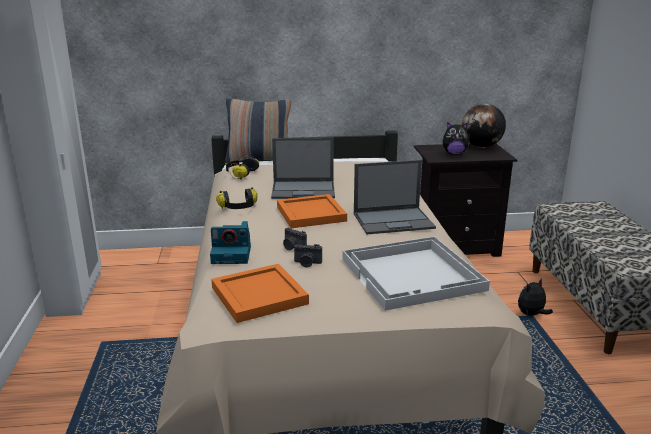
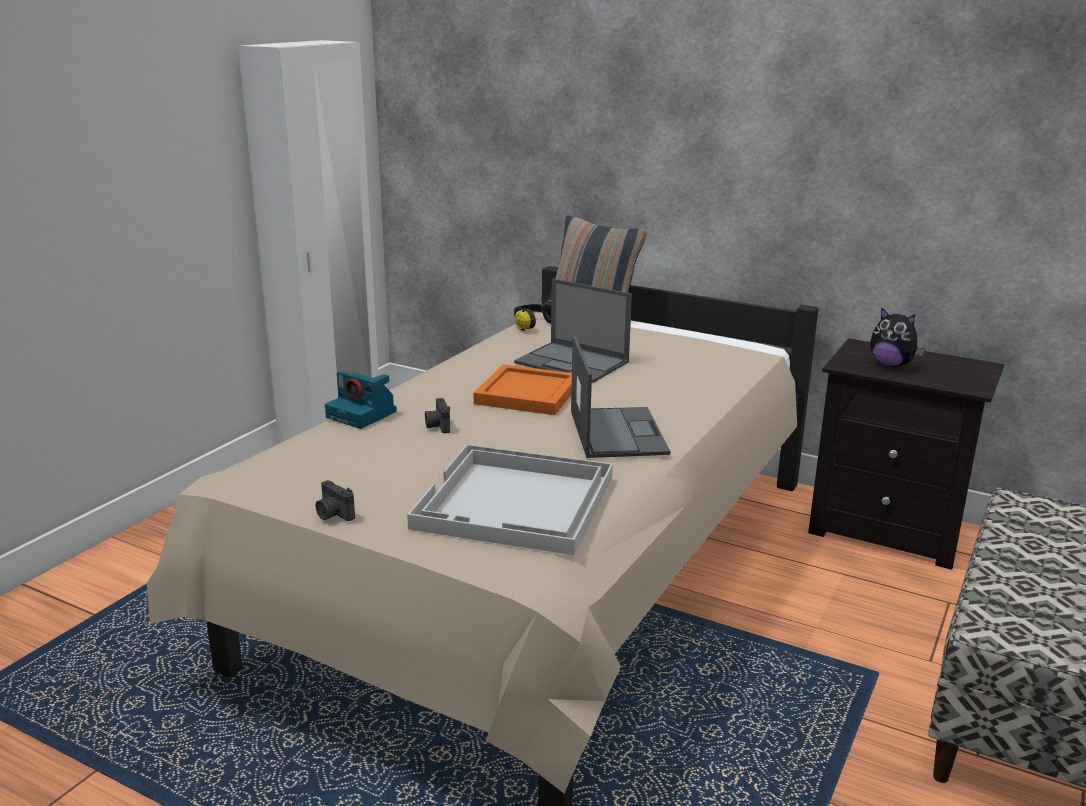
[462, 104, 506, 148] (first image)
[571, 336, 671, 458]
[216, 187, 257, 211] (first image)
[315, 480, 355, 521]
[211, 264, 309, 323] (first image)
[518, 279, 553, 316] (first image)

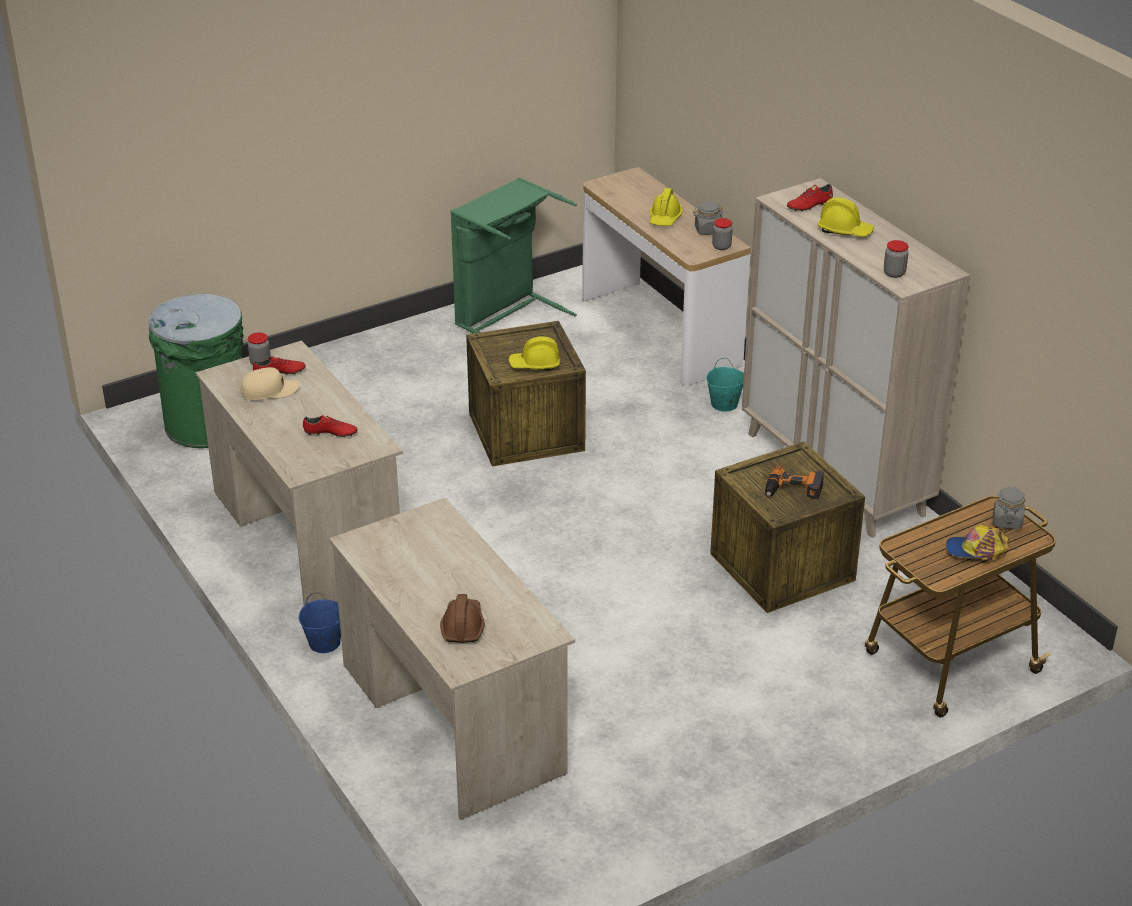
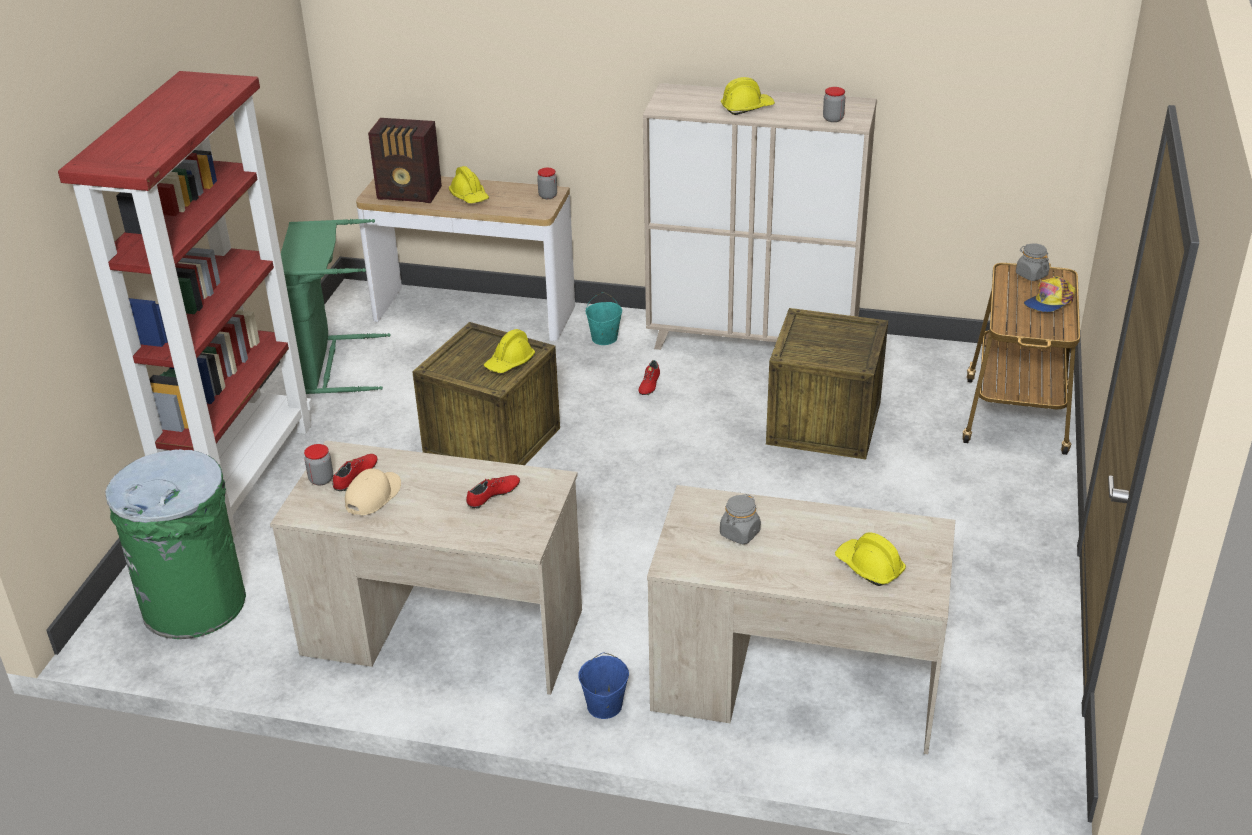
[638, 360, 660, 395]
[720, 494, 761, 544]
[765, 465, 824, 500] (first image)
[835, 532, 906, 586]
[58, 71, 313, 539]
[368, 118, 442, 203]

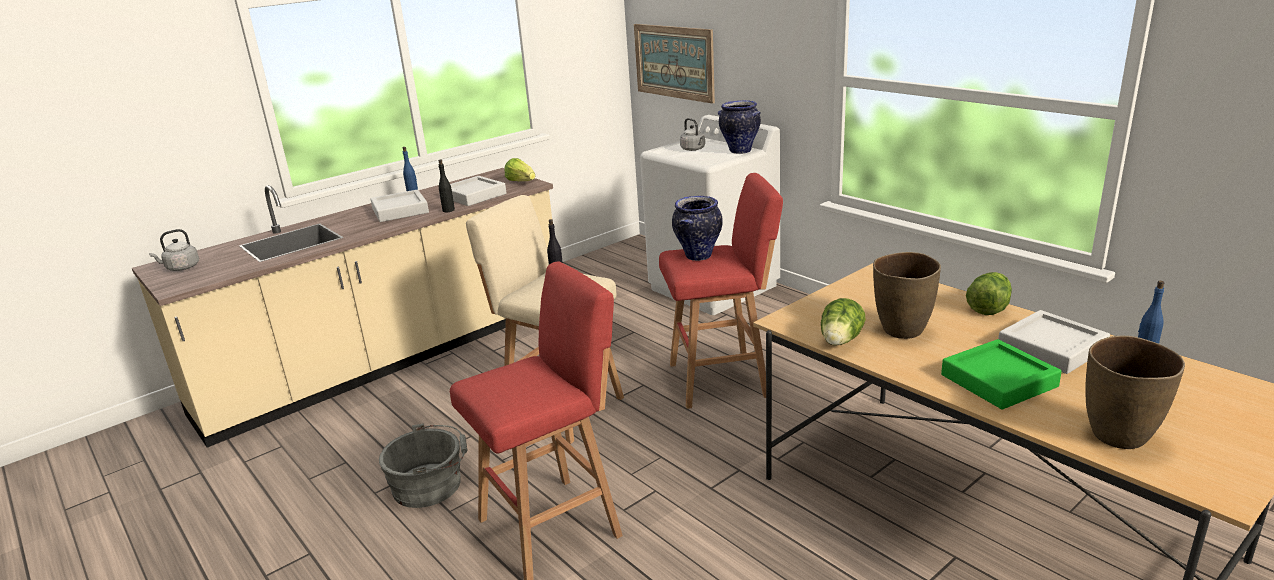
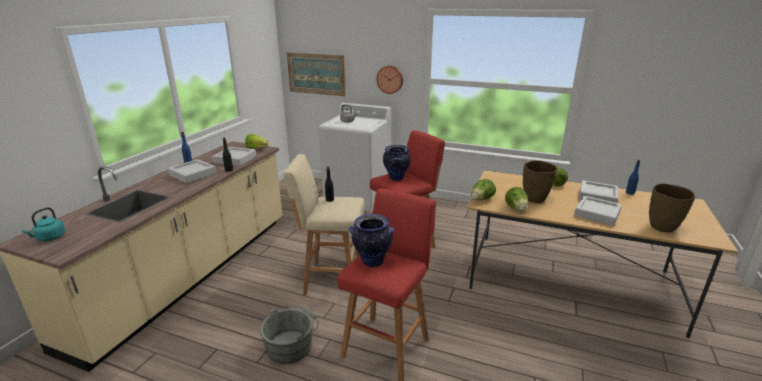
[349, 214, 395, 267]
[22, 207, 65, 241]
[574, 196, 622, 226]
[377, 66, 403, 94]
[471, 179, 496, 200]

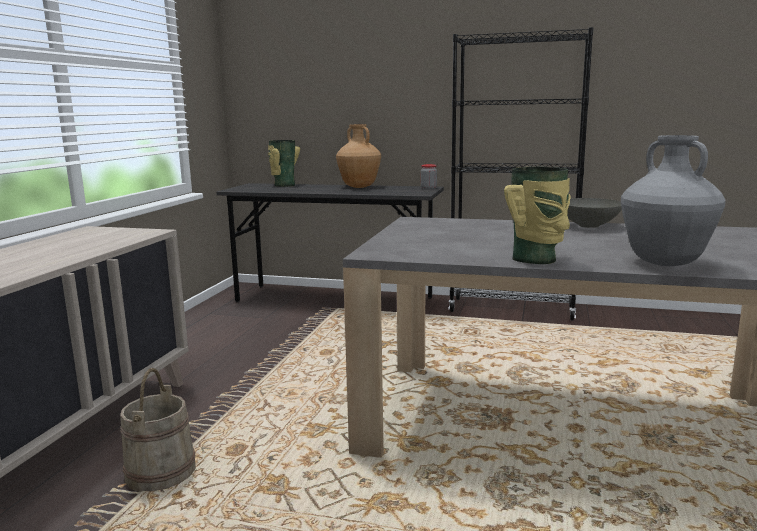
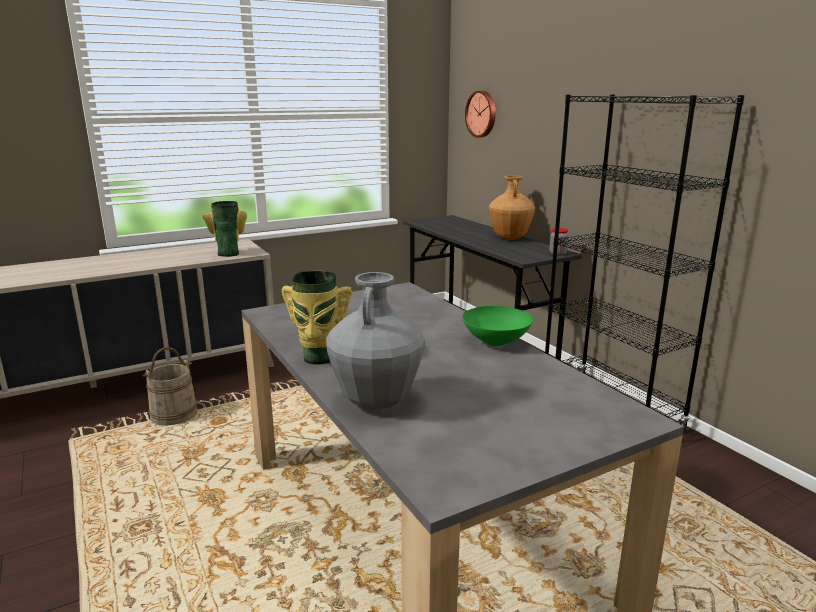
[203, 201, 247, 257]
[462, 306, 533, 346]
[465, 91, 496, 137]

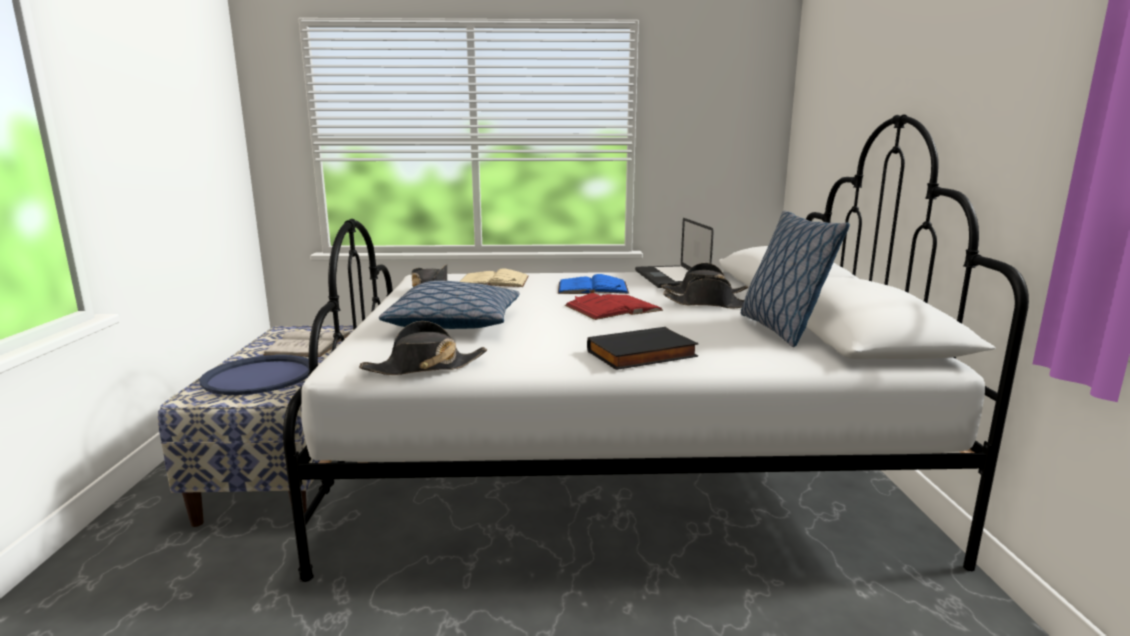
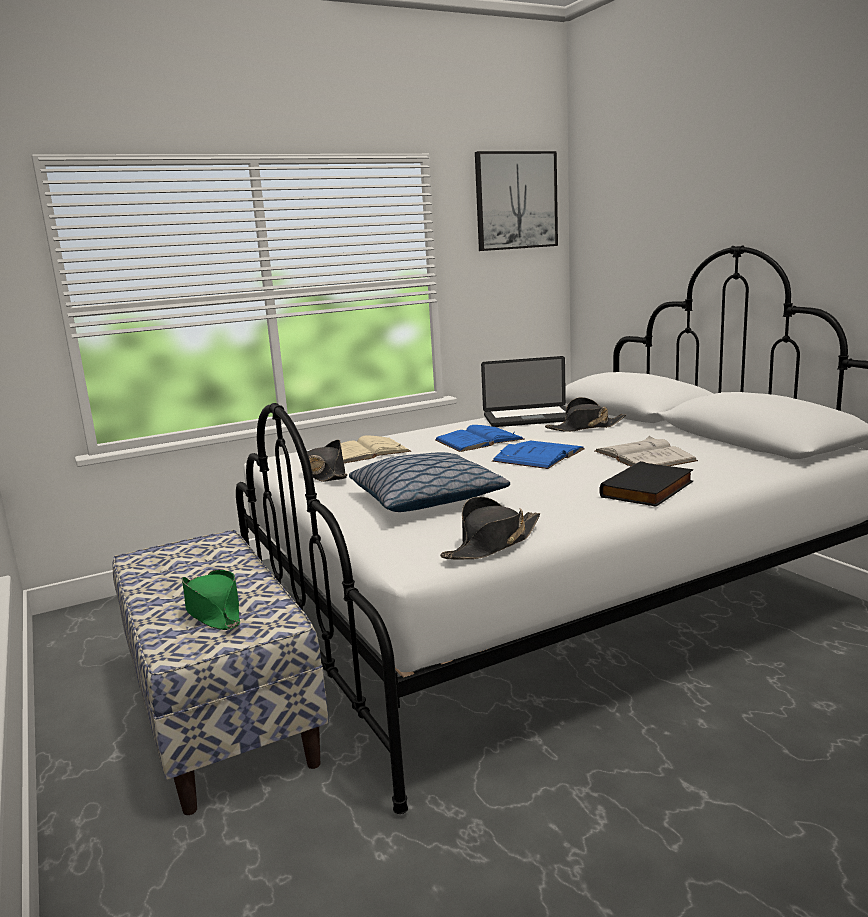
[741, 211, 850, 347] (first image)
[481, 356, 566, 427]
[663, 277, 744, 308] (first image)
[492, 440, 585, 469]
[594, 436, 698, 467]
[182, 570, 240, 630]
[475, 151, 558, 251]

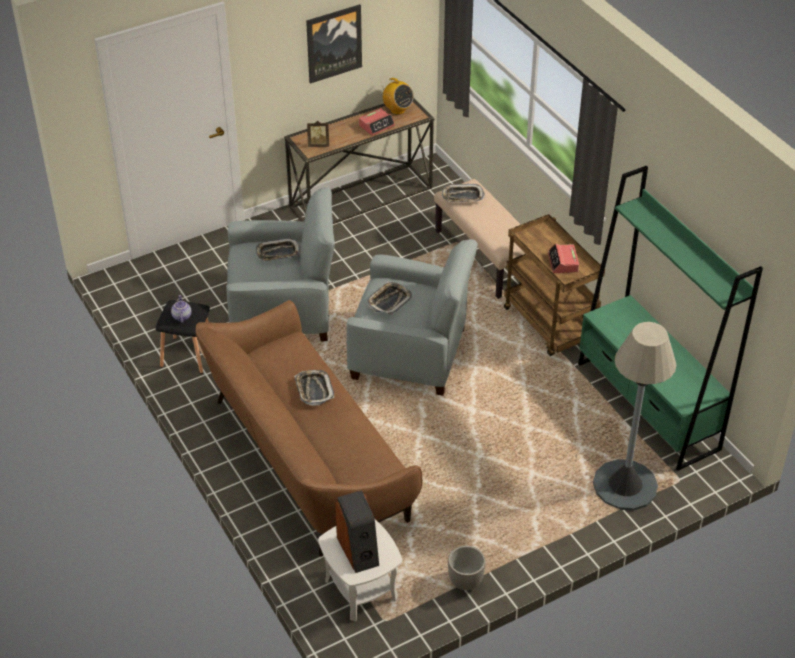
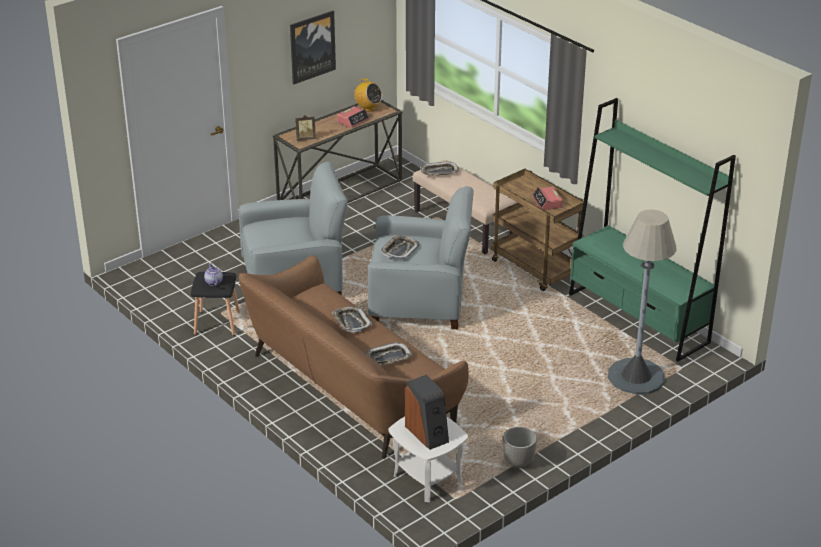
[365, 342, 412, 366]

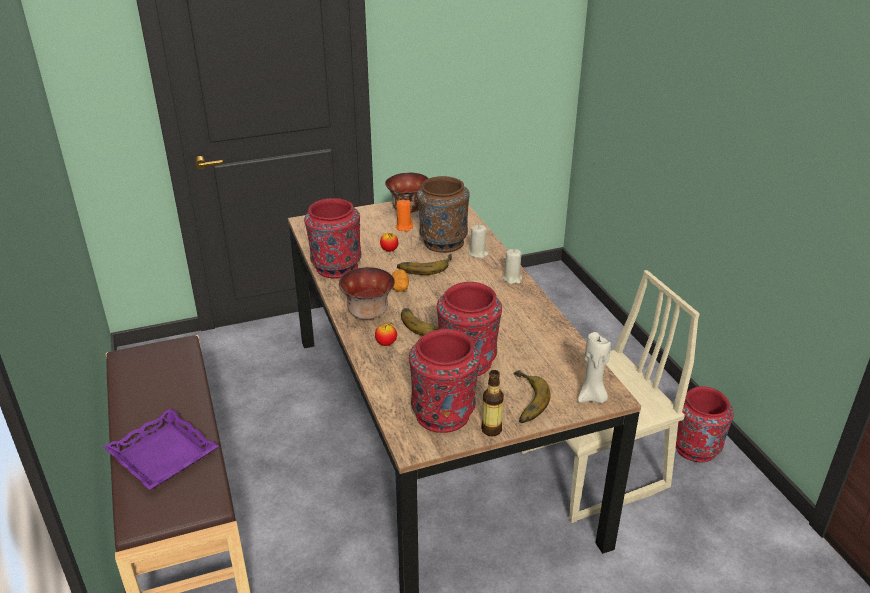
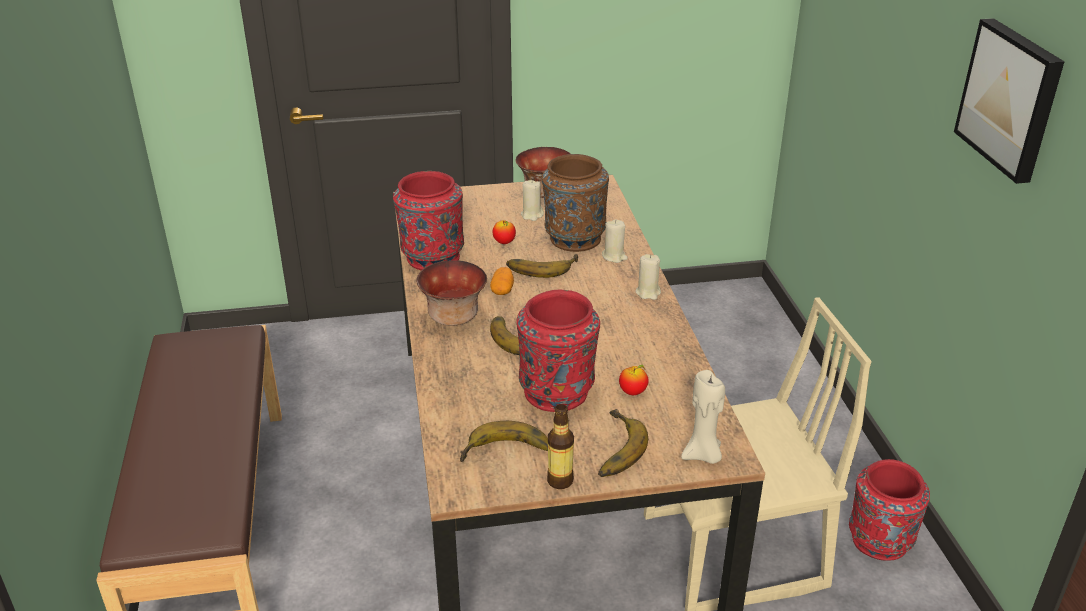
[521, 180, 544, 221]
[619, 365, 649, 395]
[460, 421, 548, 462]
[103, 408, 219, 490] (first image)
[954, 18, 1065, 184]

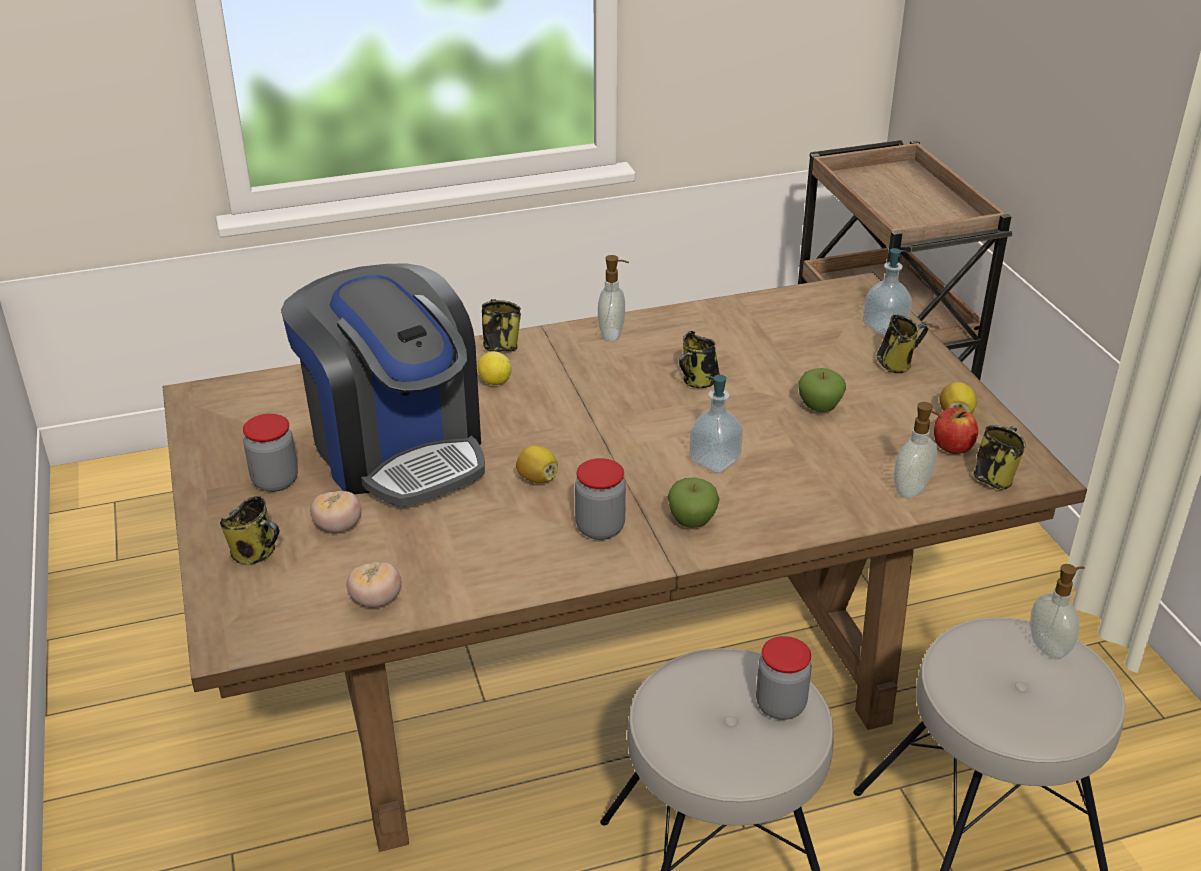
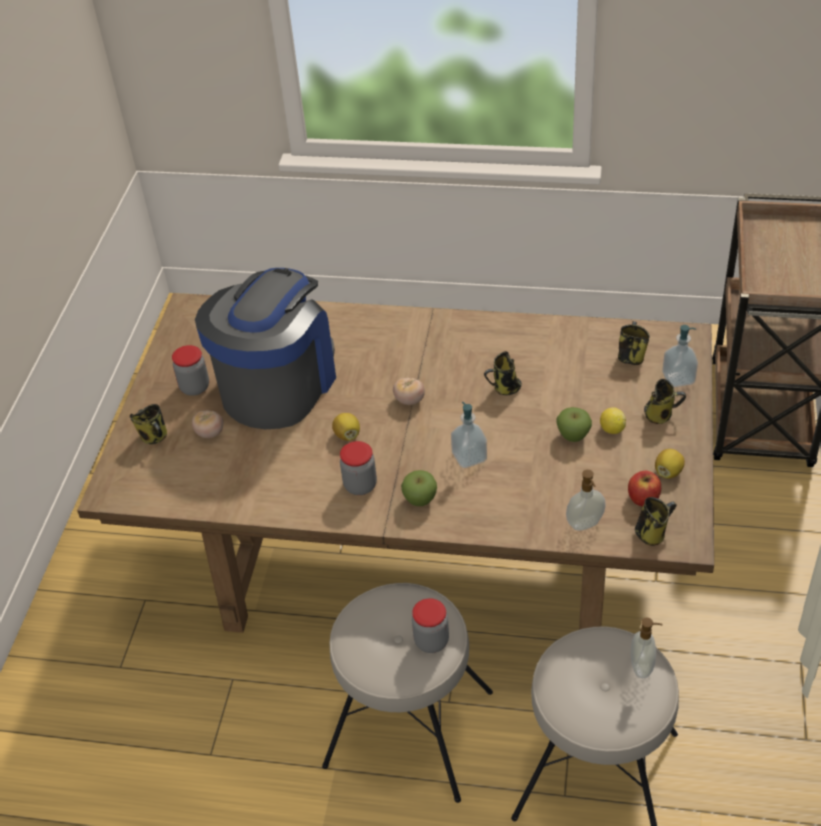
[598, 255, 629, 341] (first image)
[195, 268, 336, 429]
[618, 321, 650, 365]
[600, 407, 626, 434]
[393, 378, 425, 405]

